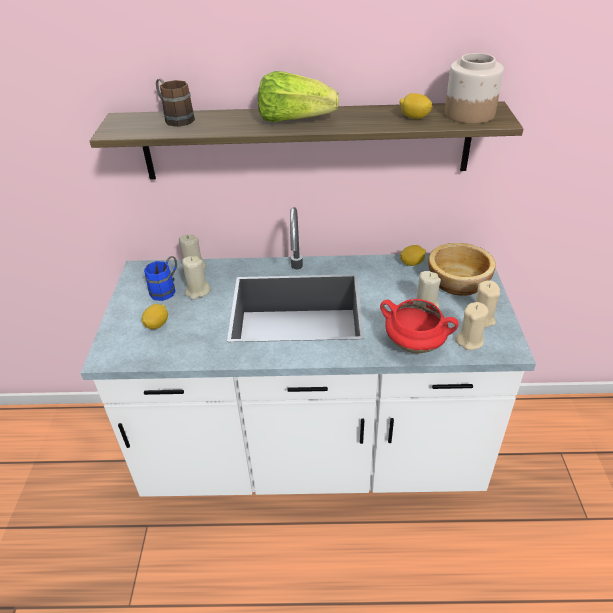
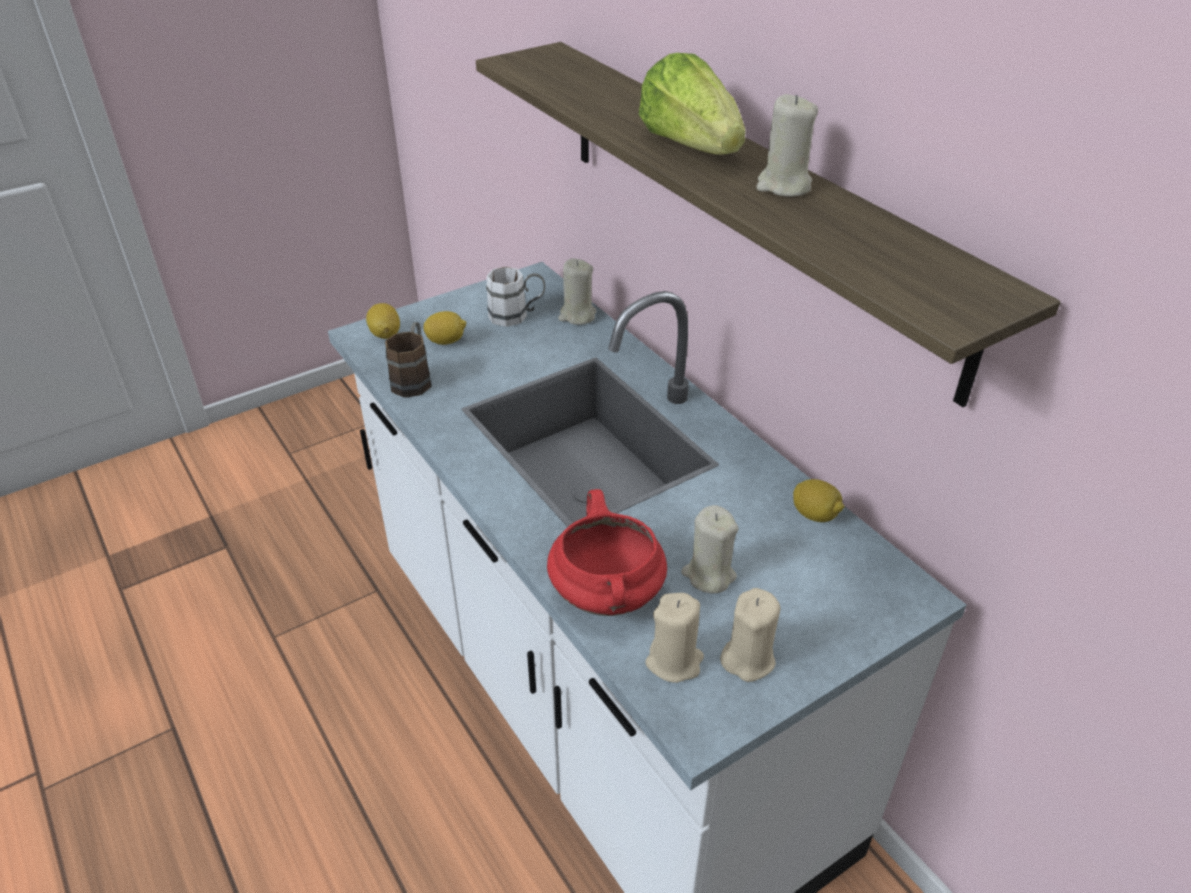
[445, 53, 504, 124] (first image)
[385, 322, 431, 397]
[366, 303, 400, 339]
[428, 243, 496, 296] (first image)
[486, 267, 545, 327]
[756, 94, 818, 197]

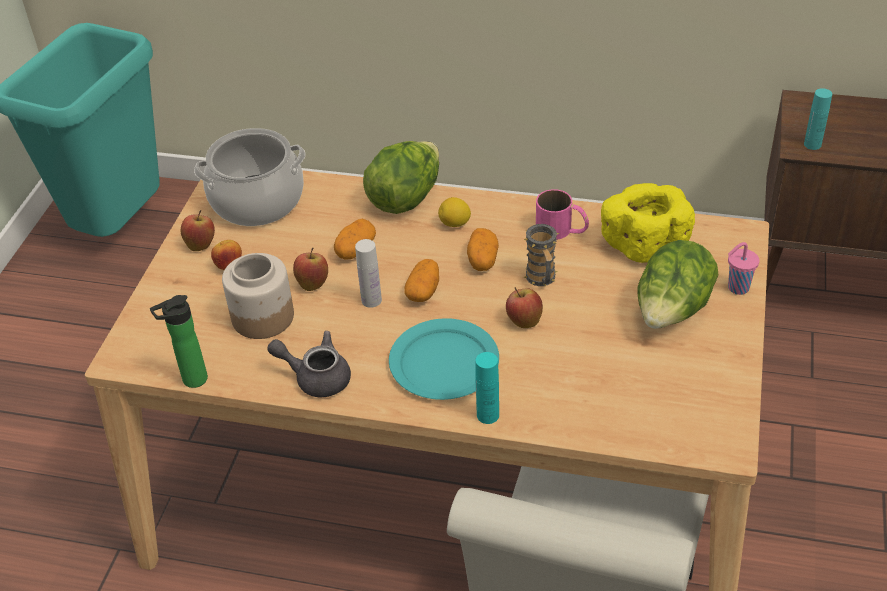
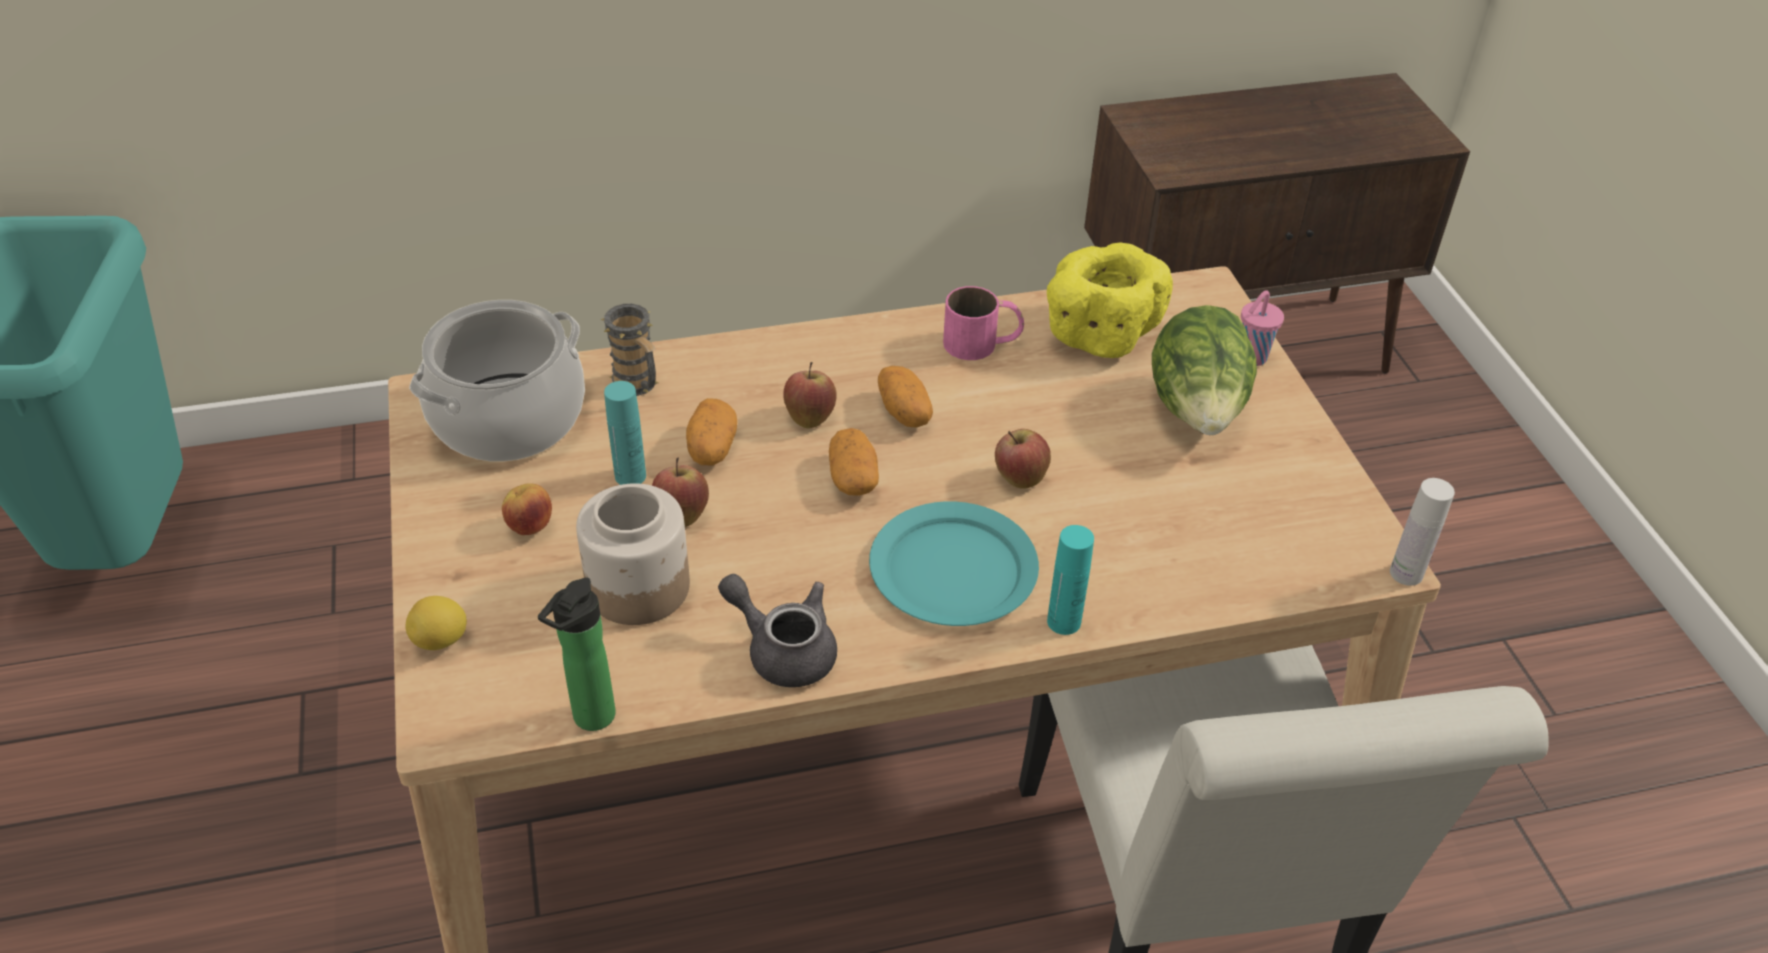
[604, 381, 646, 485]
[363, 141, 439, 214] (first image)
[405, 596, 467, 650]
[784, 362, 837, 429]
[601, 304, 658, 396]
[1390, 478, 1455, 586]
[718, 574, 837, 687]

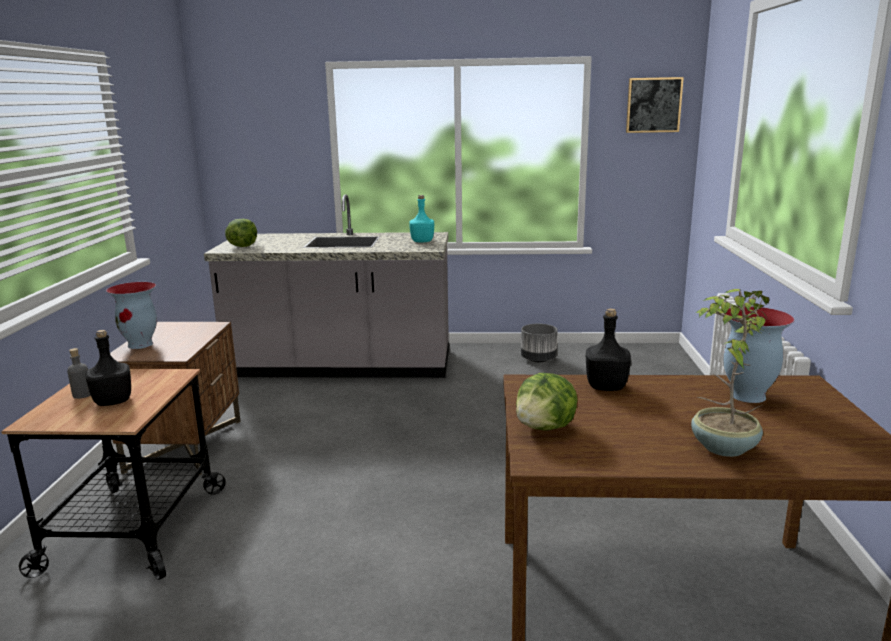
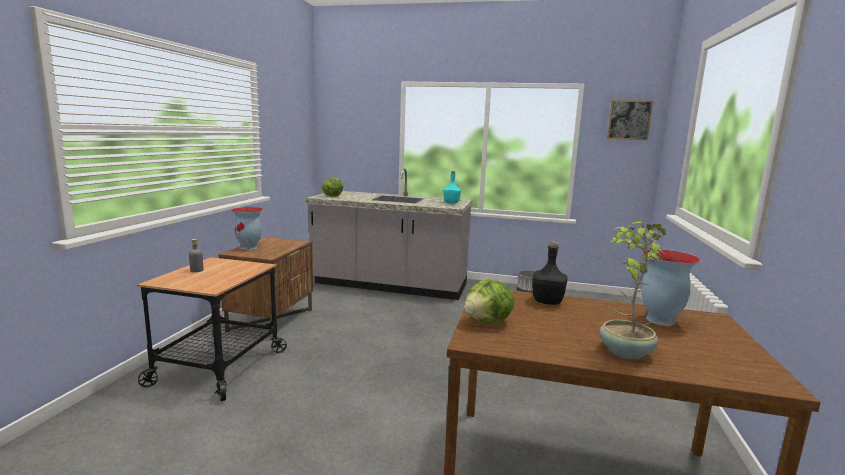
[86, 330, 131, 406] (first image)

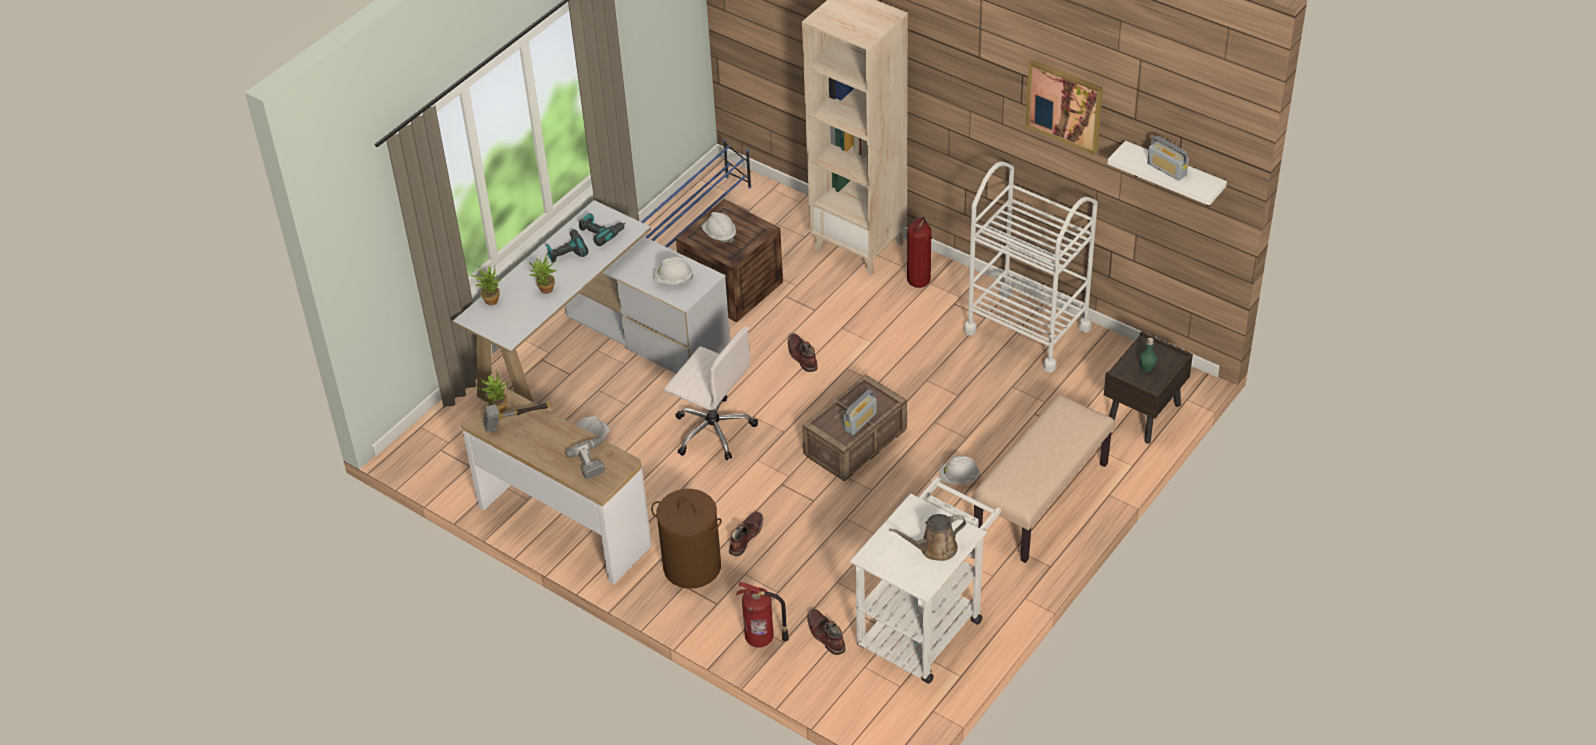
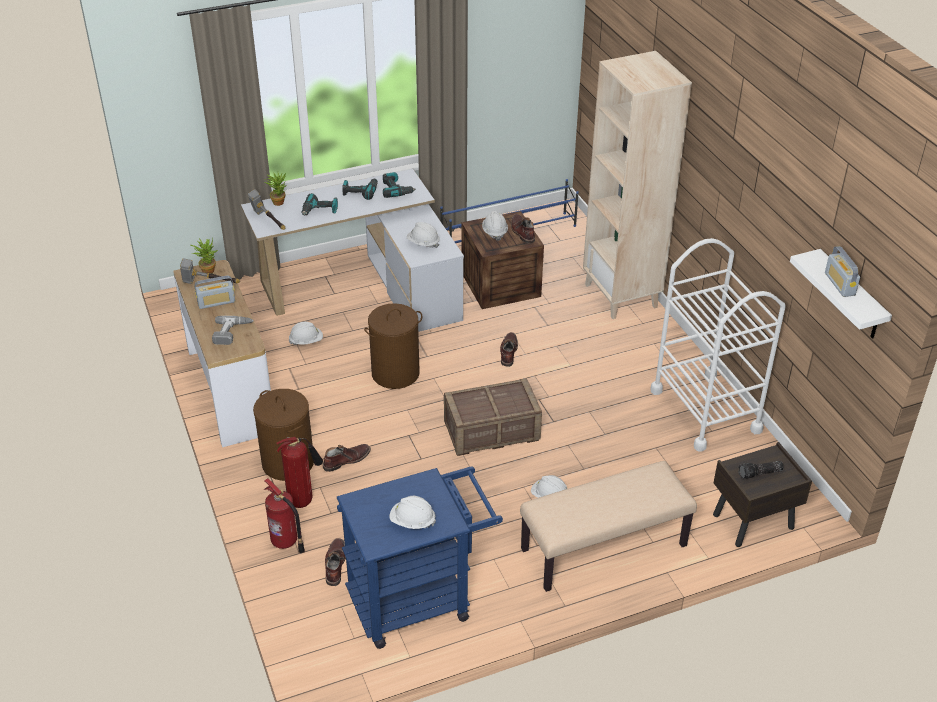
[1025, 60, 1103, 155] (first image)
[276, 437, 323, 508]
[302, 193, 338, 216]
[364, 303, 422, 389]
[738, 461, 784, 479]
[194, 276, 235, 309]
[337, 466, 503, 649]
[389, 496, 436, 529]
[247, 189, 285, 230]
[511, 214, 535, 243]

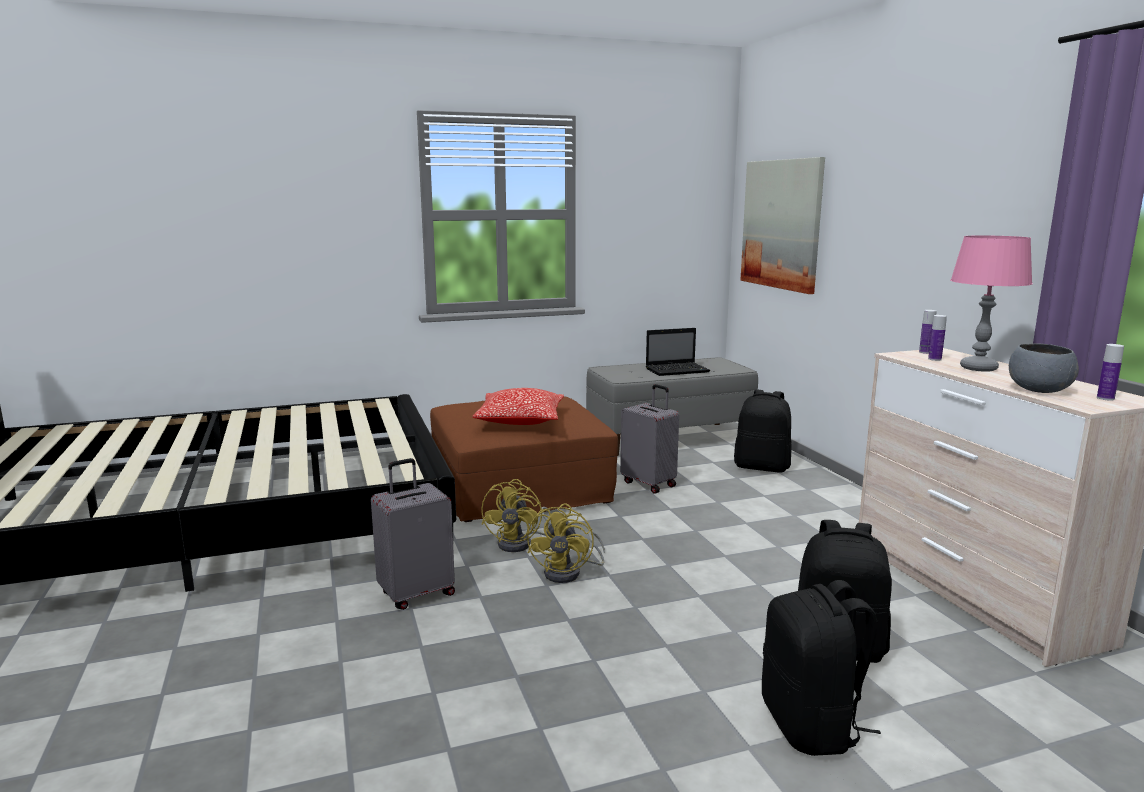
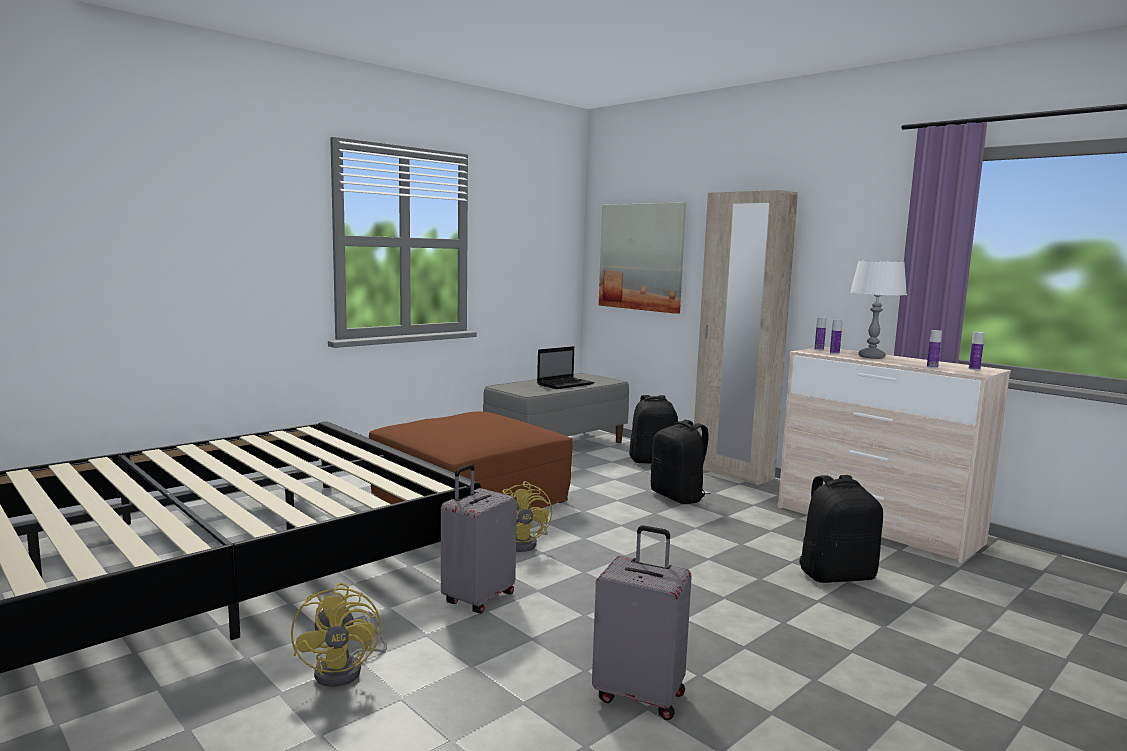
[850, 261, 907, 359]
[927, 330, 942, 368]
[592, 525, 692, 720]
[472, 388, 564, 425] (first image)
[291, 583, 387, 687]
[651, 420, 711, 504]
[694, 190, 798, 485]

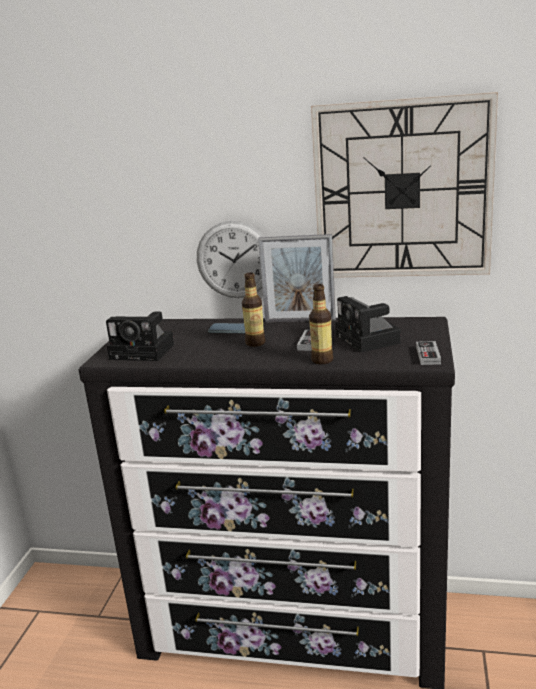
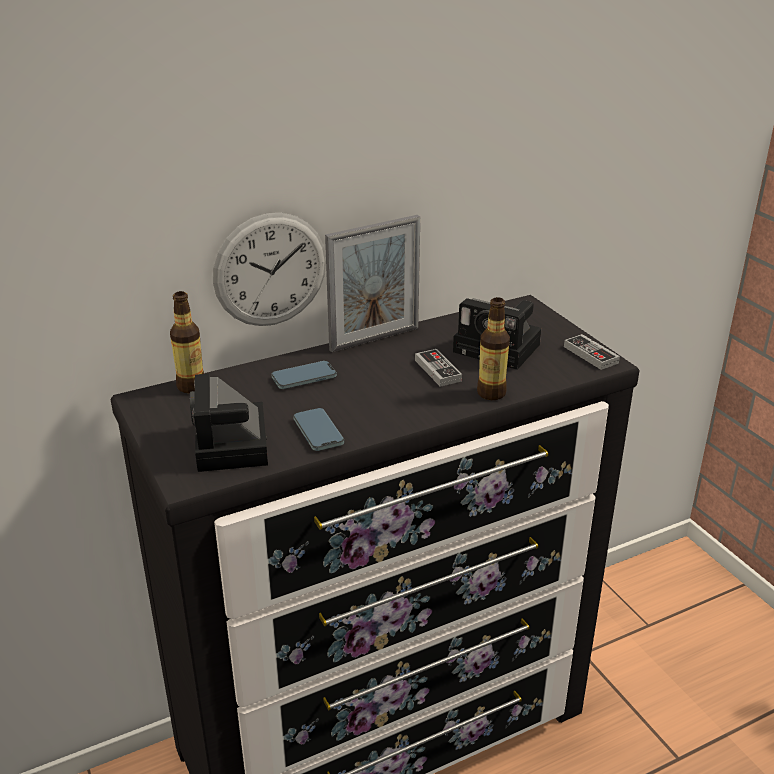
[311, 92, 498, 278] (first image)
[170, 291, 204, 393]
[190, 374, 268, 472]
[293, 408, 344, 451]

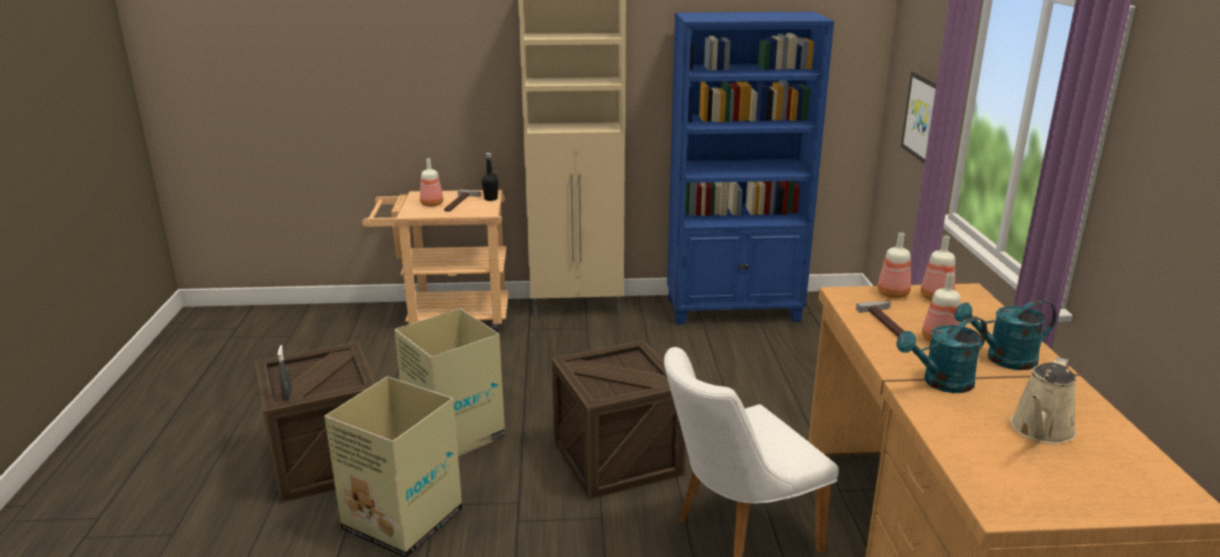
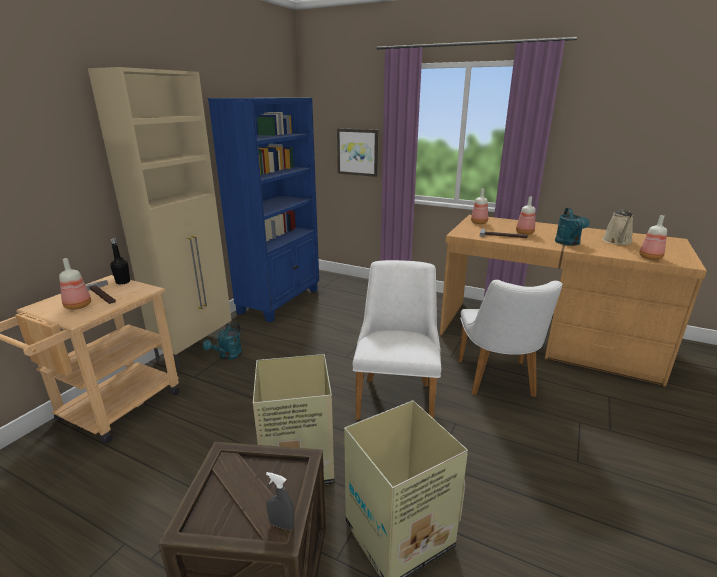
[639, 215, 667, 260]
[203, 322, 242, 360]
[352, 260, 441, 420]
[602, 210, 633, 245]

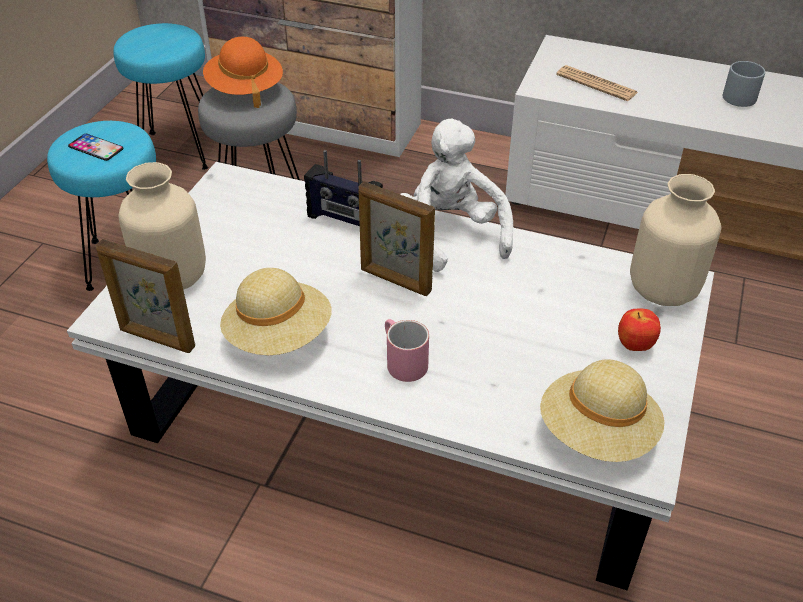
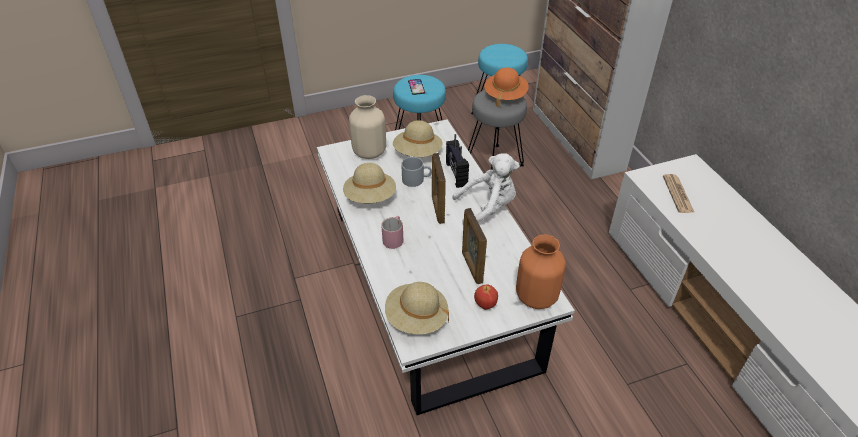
[401, 157, 432, 187]
[452, 153, 519, 225]
[516, 234, 566, 309]
[462, 208, 487, 284]
[393, 120, 443, 157]

